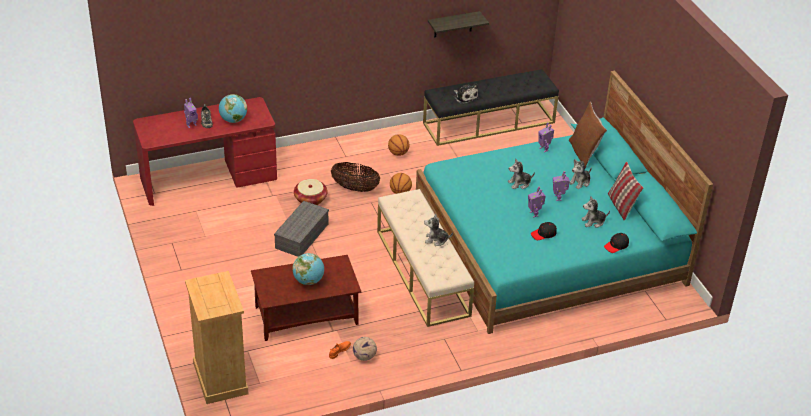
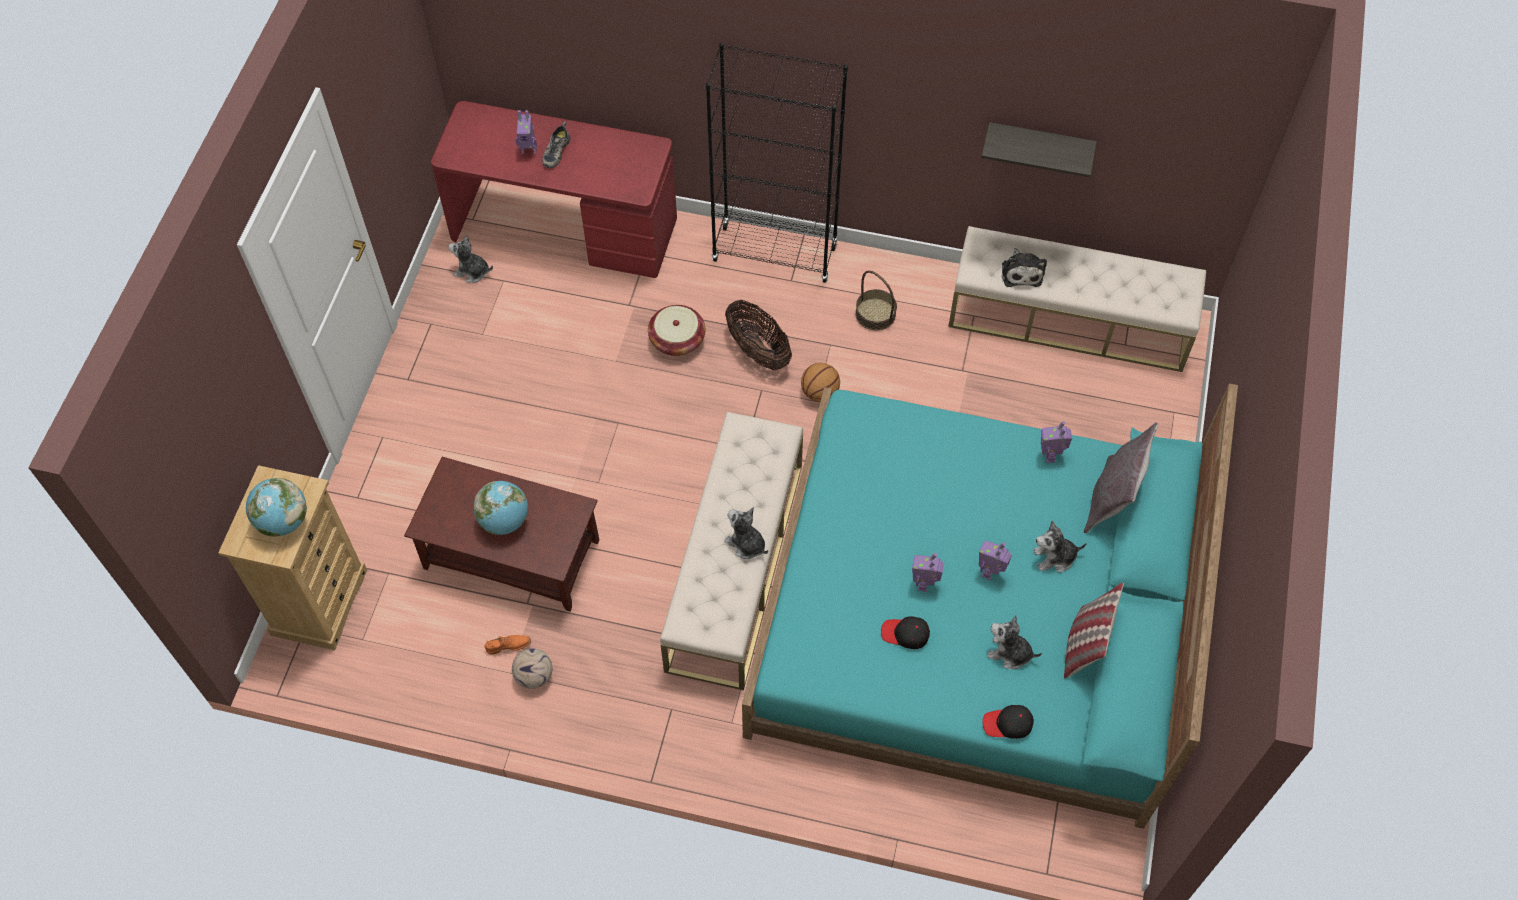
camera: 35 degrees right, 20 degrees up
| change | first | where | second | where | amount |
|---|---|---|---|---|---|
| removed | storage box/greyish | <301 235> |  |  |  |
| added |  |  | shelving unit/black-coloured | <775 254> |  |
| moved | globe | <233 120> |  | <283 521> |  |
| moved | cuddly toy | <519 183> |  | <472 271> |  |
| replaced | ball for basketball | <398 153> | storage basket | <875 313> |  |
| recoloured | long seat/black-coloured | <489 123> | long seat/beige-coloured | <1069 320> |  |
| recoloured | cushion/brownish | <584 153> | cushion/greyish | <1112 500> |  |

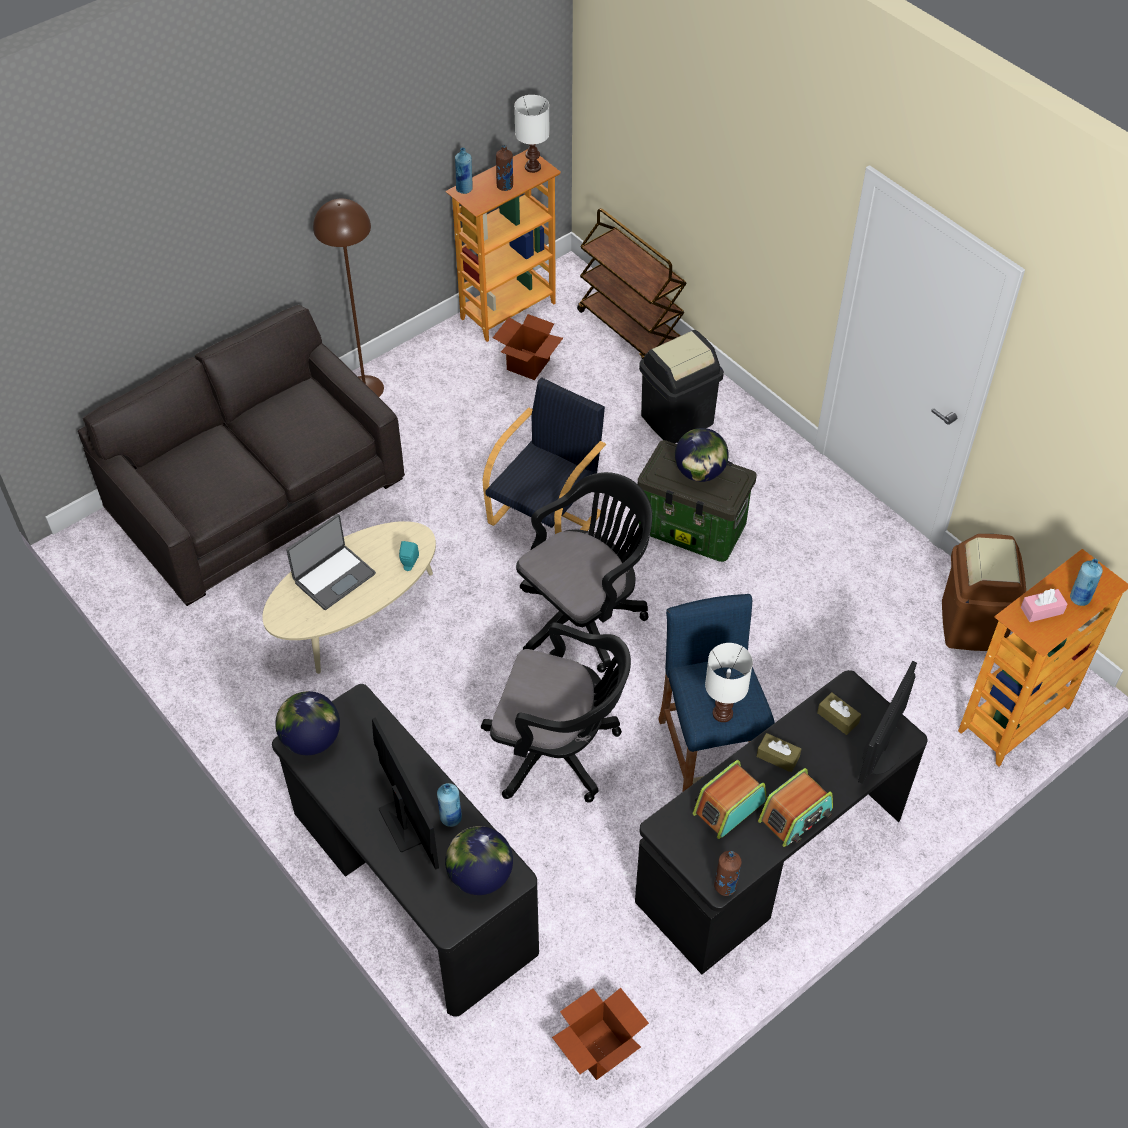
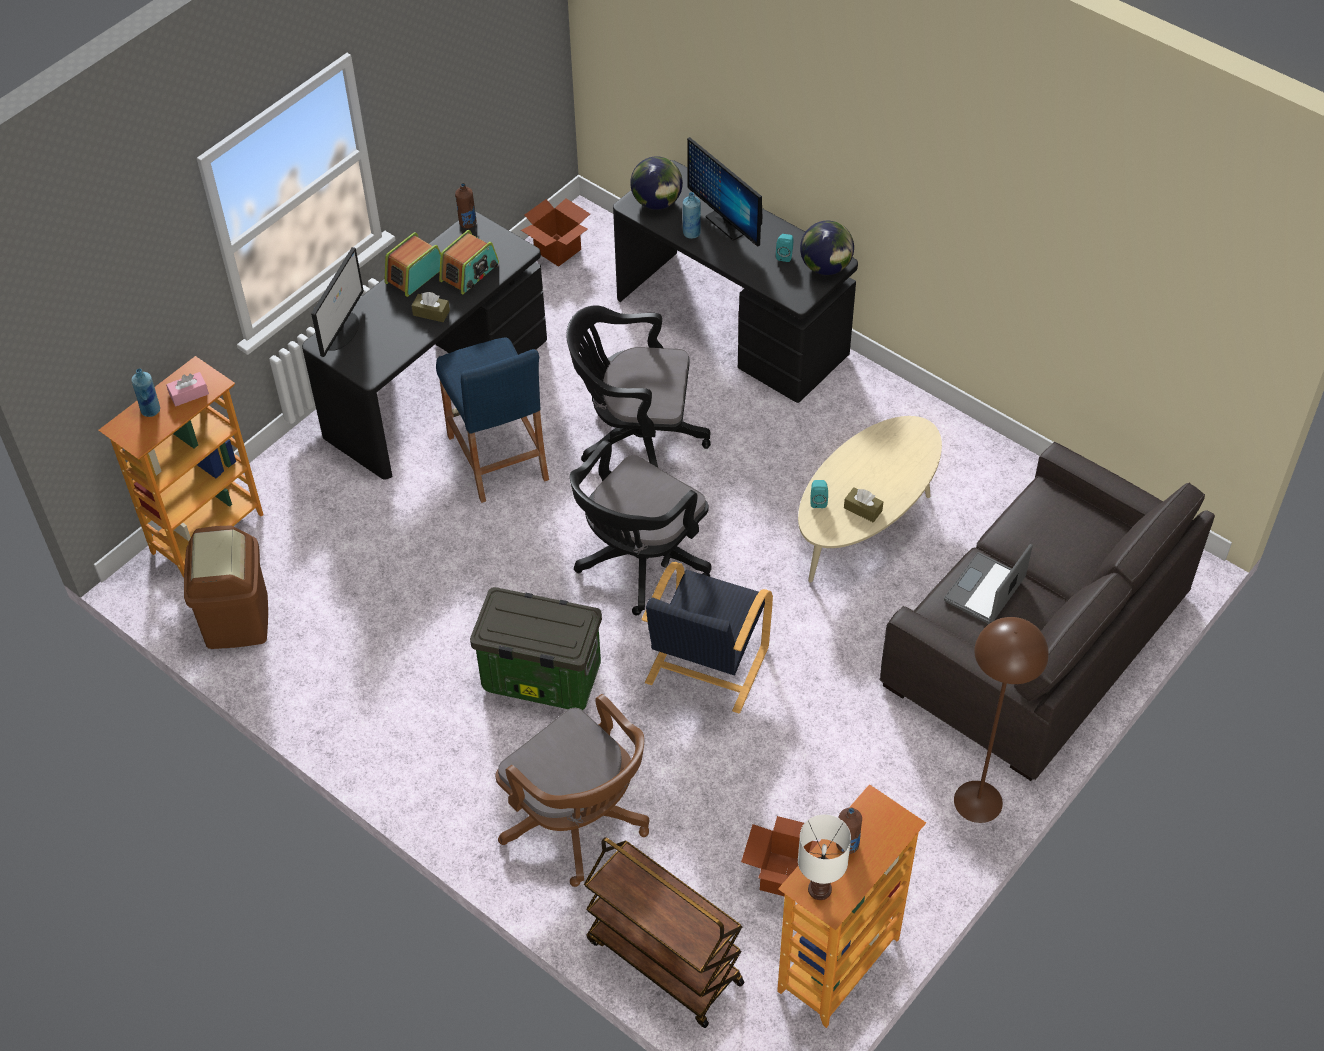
camera: 170 degrees right, 0 degrees up
| change | first | where | second | where | amount |
|---|---|---|---|---|---|
| removed | bottle/blue-coloured | <464 189> |  |  |  |
| removed | globe | <699 472> |  |  |  |
| removed | tabletop lamp/white | <723 714> |  |  |  |
| added |  |  | loudspeaker/blue-green | <785 255> |  |
| moved | laptop | <333 577> |  | <986 590> |  |
| moved | box of tissues/brownish | <837 718> |  | <863 509> |  |
| replaced | trash can/black-coloured | <676 419> | computer chair/brownish | <579 824> |  |

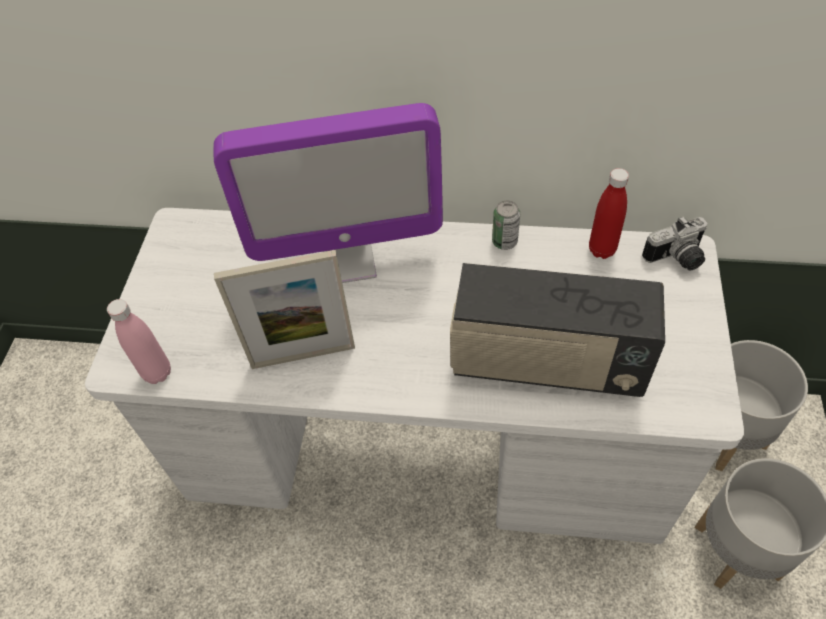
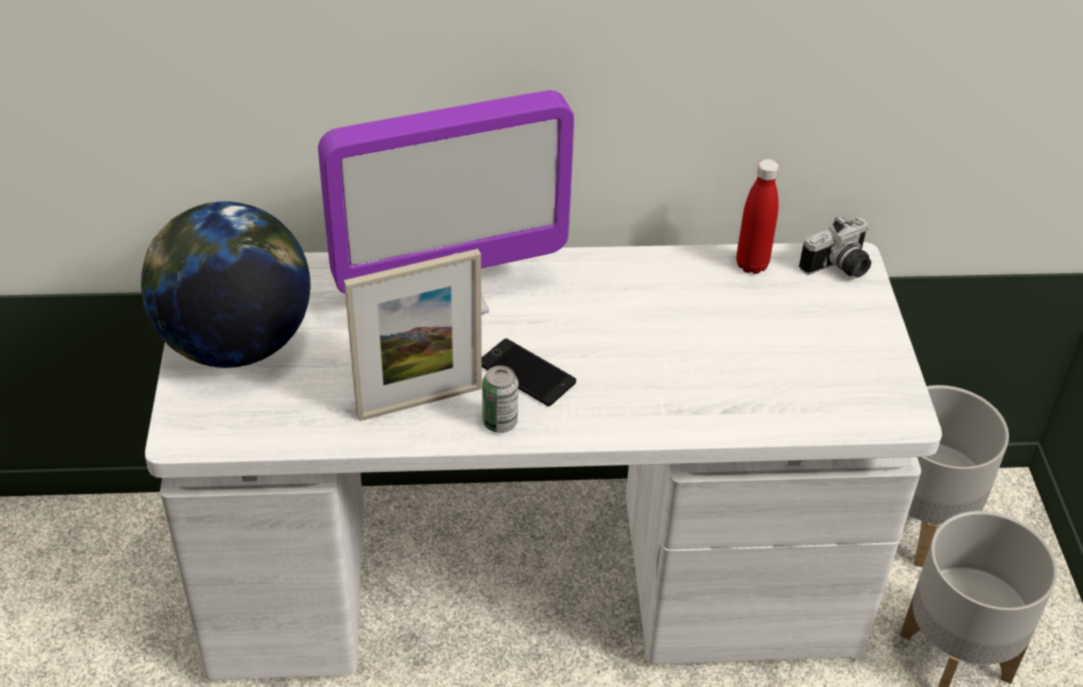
camera: 15 degrees left, 10 degrees down
| change | first | where | second | where | amount |
|---|---|---|---|---|---|
| removed | bottle/pinkish | <157 373> |  |  |  |
| removed | radio set | <546 364> |  |  |  |
| added |  |  | globe | <236 345> |  |
| added |  |  | handset | <526 373> |  |
| moved | metal can | <504 242> |  | <500 422> |  |

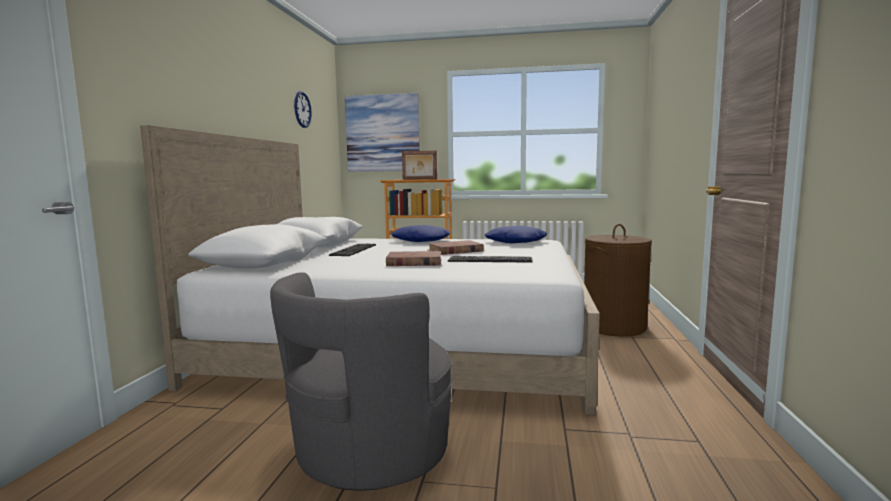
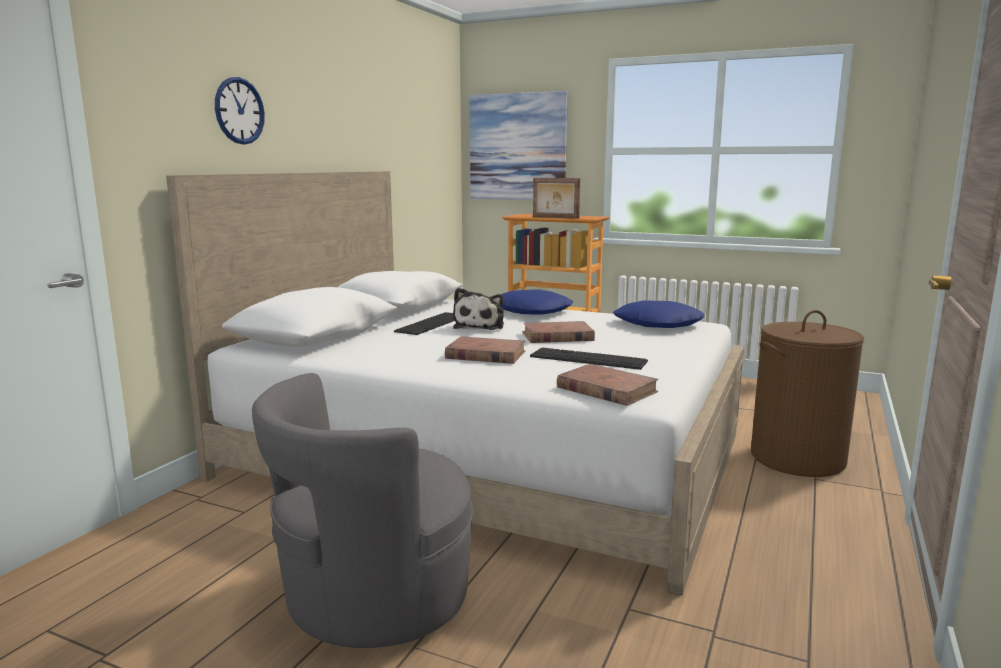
camera: 15 degrees right, 5 degrees up
| change | first | where | second | where | amount |
|---|---|---|---|---|---|
| added |  |  | cuddly toy | <480 326> |  |
| added |  |  | volume/brownish | <606 389> |  |
| moved | clock on the wall | <302 109> |  | <239 111> |  |

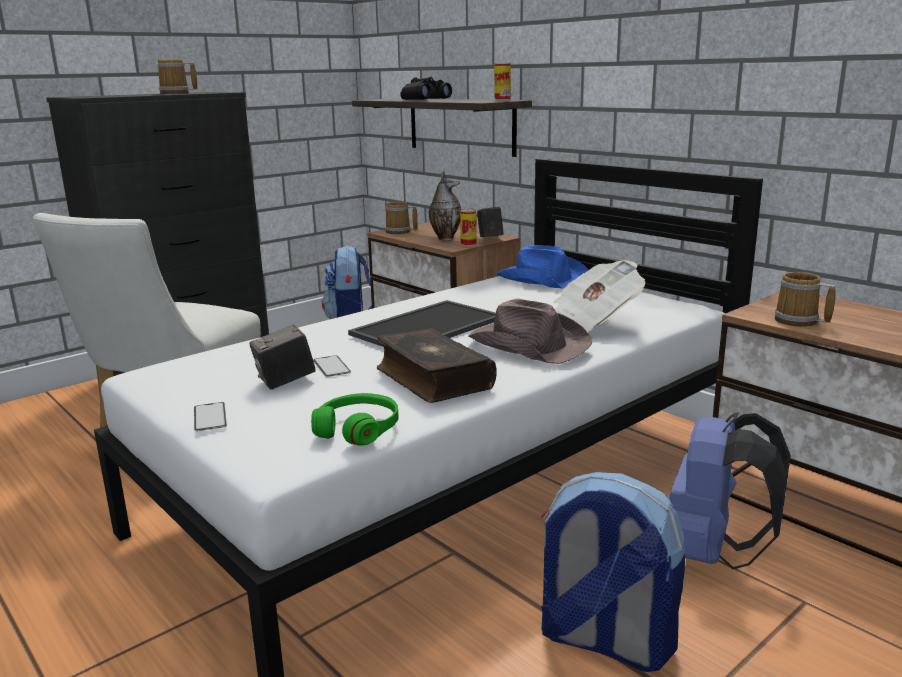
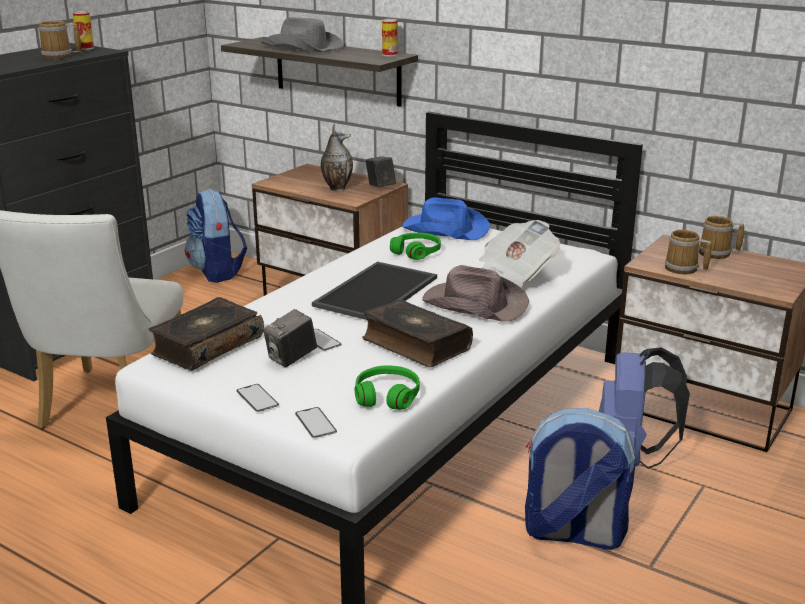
camera: 15 degrees left, 5 degrees up
| change | first | where | second | where | amount |
|---|---|---|---|---|---|
| added |  |  | volume | <206 346> |  |
| added |  |  | handset | <315 423> |  |
| added |  |  | pair of headphones/greenish | <416 252> |  |
| moved | tea mug | <399 232> |  | <717 254> |  |
| moved | metal can | <468 244> |  | <85 48> |  |
| replaced | pair of binoculars/black-coloured | <424 99> | clothing hat/greyish | <303 48> |  |

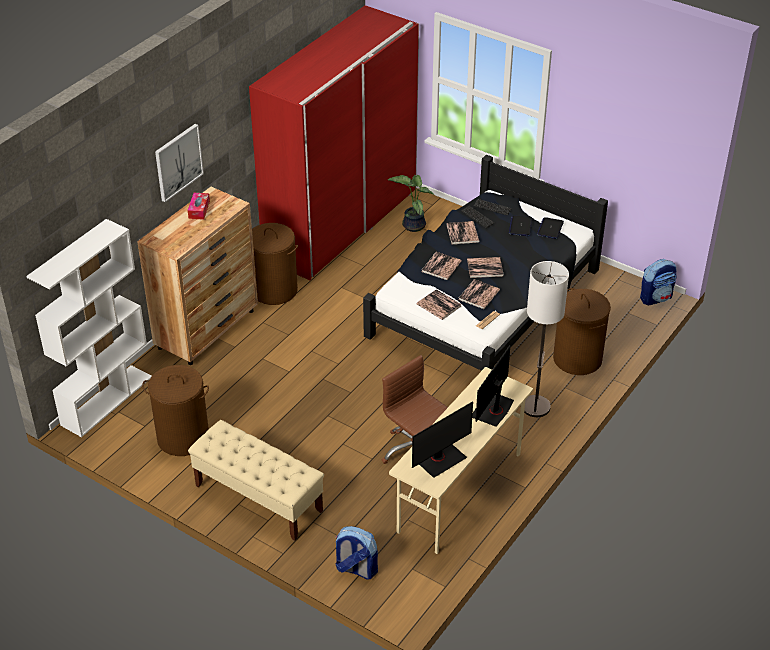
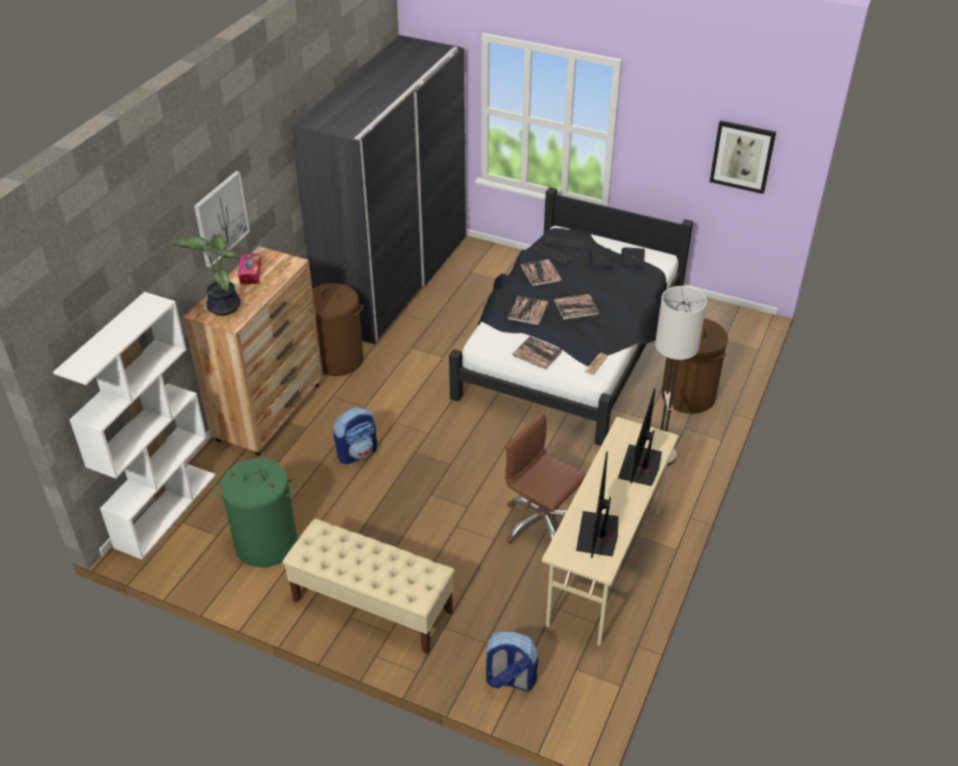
camera: 10 degrees left, 0 degrees up
| change | first | where | second | where | amount |
|---|---|---|---|---|---|
| removed | volume | <479 295> |  |  |  |
| added |  |  | picture | <742 156> |  |
| moved | houseplant | <412 225> |  | <222 306> |  |
| moved | knapsack | <656 298> |  | <357 452> |  |
| recoloured | washing basket/brownish | <183 438> | washing basket/greenish | <266 544> |  |
| recoloured | clothes cupboard/red-coloured | <341 223> | clothes cupboard/greyish | <394 280> |  |
| turned | computer screen | <440 459> |  | <598 534> | 150 degrees clockwise |

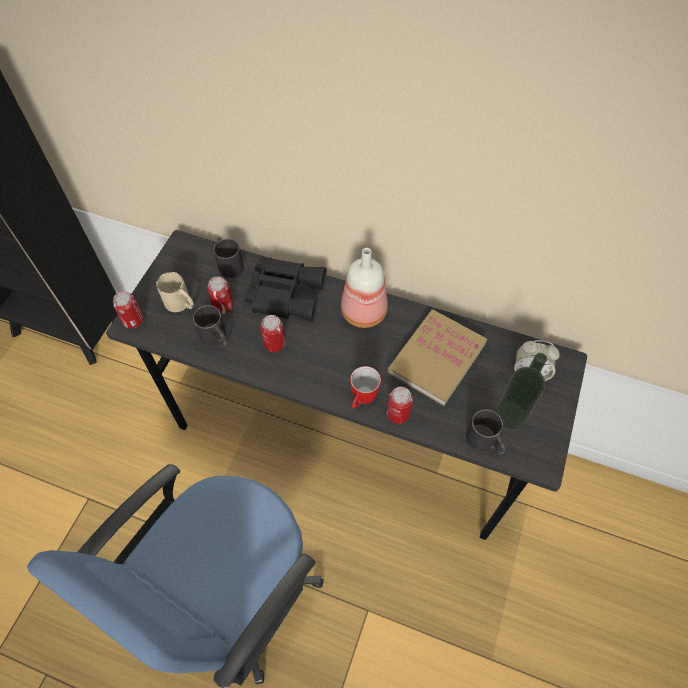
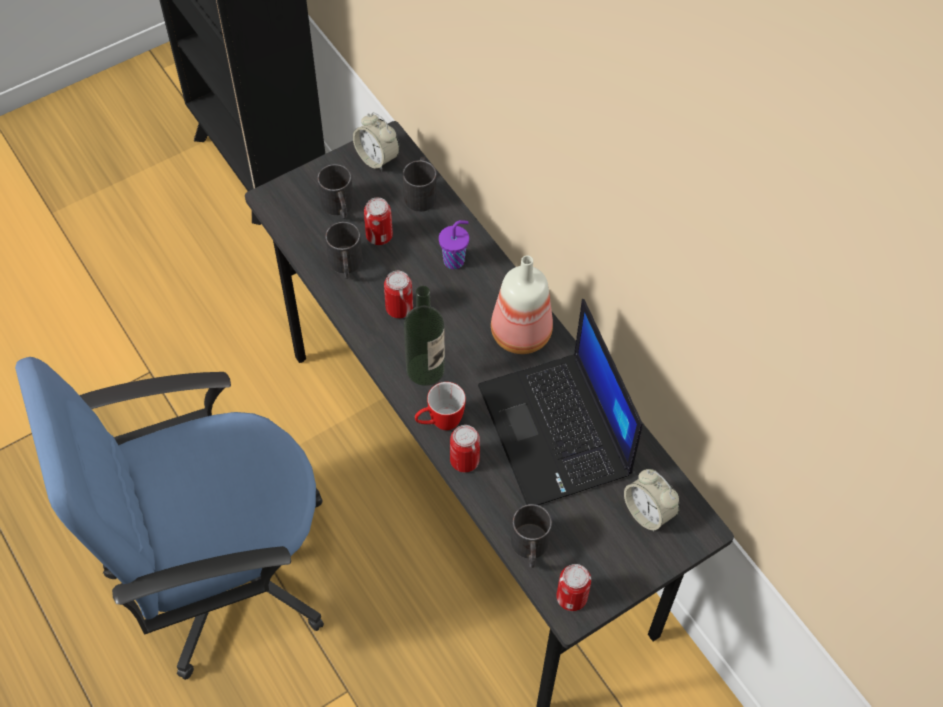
camera: 35 degrees right, 0 degrees up
| change | first | where | second | where | amount |
|---|---|---|---|---|---|
| added |  |  | alarm clock | <377 158> |  |
| moved | metal can | <133 320> |  | <571 597> |  |
| moved | bottle | <510 414> |  | <425 369> |  |
| replaced | pair of binoculars/black-coloured | <285 292> | drinking cup/purplish | <455 260> |  |
| replaced | volume | <437 358> | laptop | <557 431> |  |
| recoloured | tea mug/beige-coloured | <181 304> | tea mug/black-coloured | <339 207> |  |

